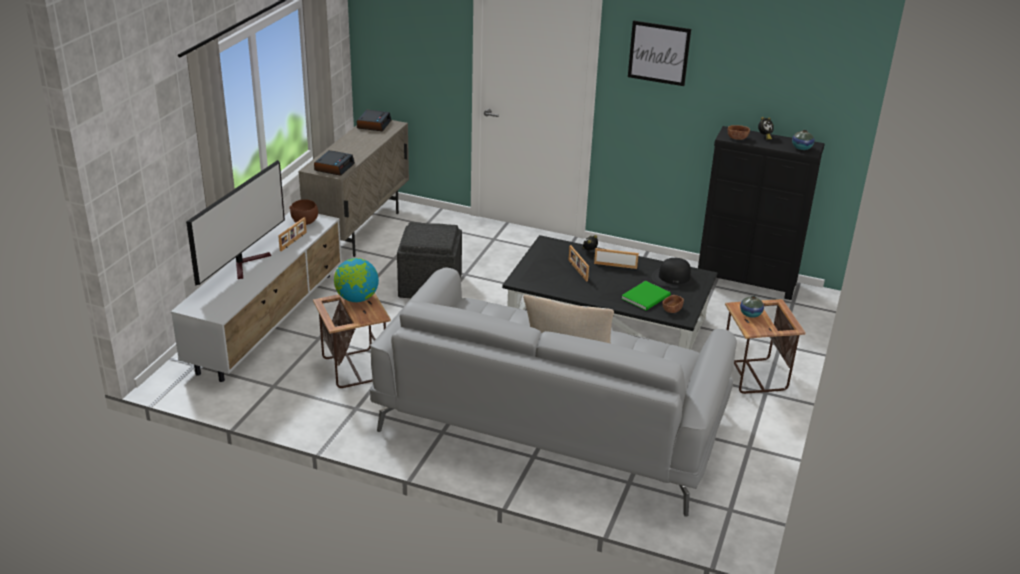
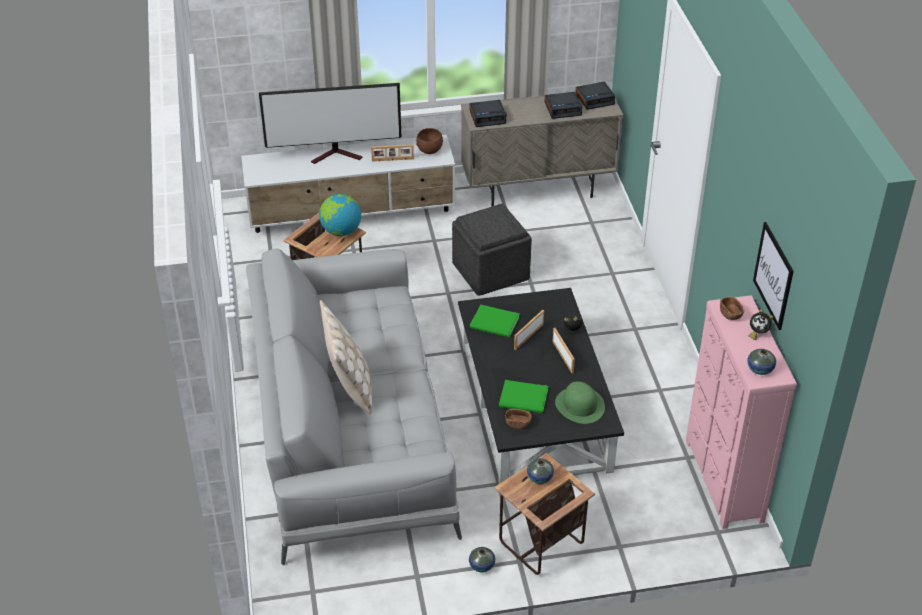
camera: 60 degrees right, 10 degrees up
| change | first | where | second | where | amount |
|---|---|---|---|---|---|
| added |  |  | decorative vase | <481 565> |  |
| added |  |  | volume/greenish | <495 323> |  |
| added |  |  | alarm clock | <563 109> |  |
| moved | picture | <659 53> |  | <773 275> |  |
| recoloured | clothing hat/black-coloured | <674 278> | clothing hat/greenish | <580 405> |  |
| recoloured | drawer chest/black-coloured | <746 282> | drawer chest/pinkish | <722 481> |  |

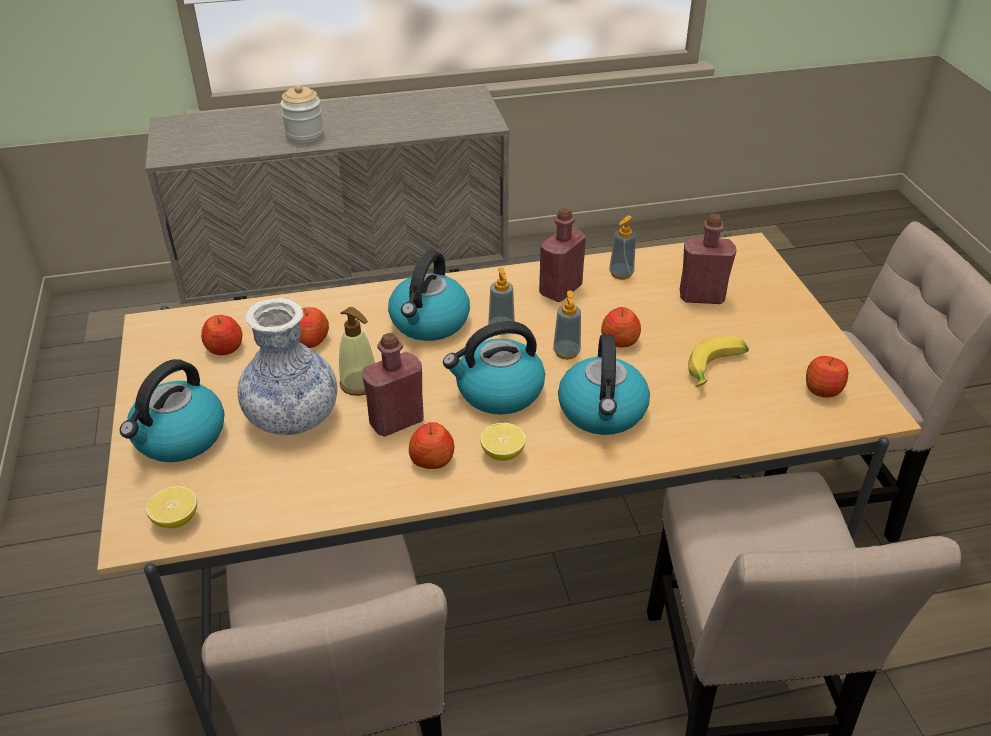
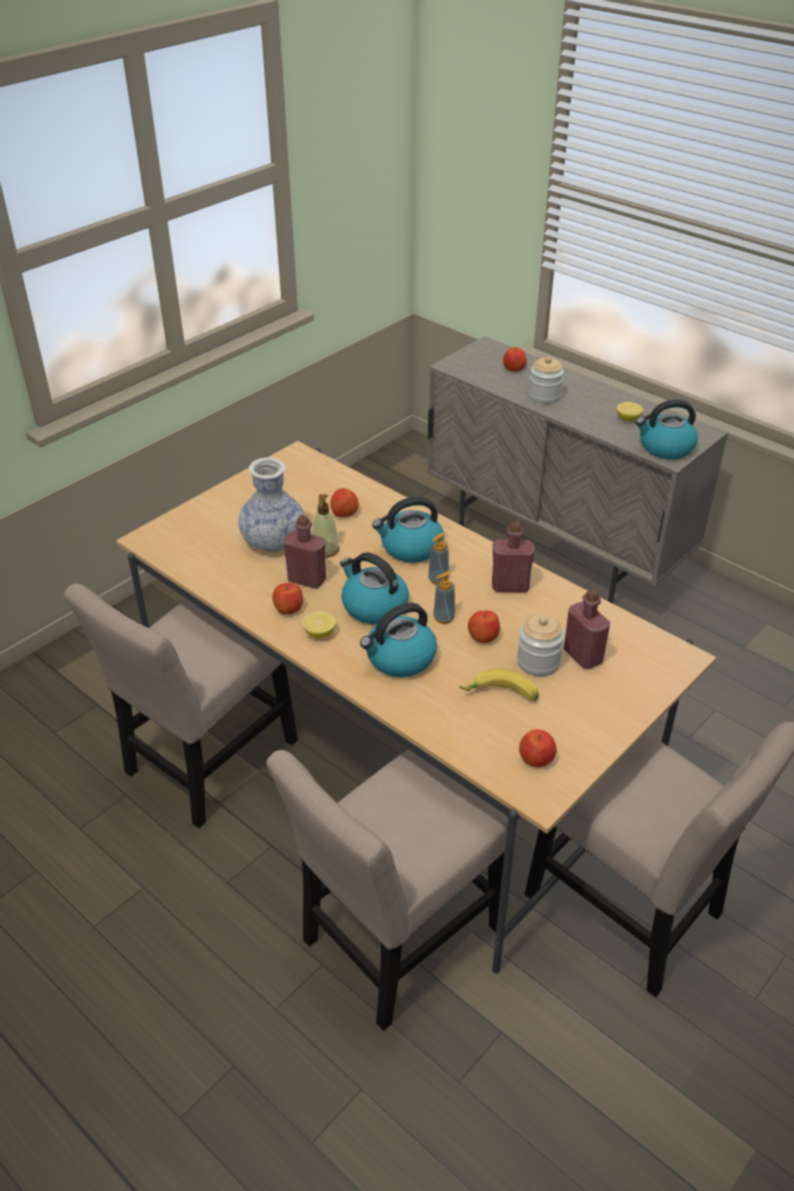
camera: 55 degrees right, 0 degrees up
| change | first | where | second | where | amount |
|---|---|---|---|---|---|
| removed | liquid soap bottle | <621 274> |  |  |  |
| added |  |  | storage jar | <538 662> |  |
| moved | water kettle | <179 438> |  | <665 448> |  |
| moved | whole lemon | <176 519> |  | <628 419> |  |
| moved | whole apple | <225 348> |  | <514 369> |  |

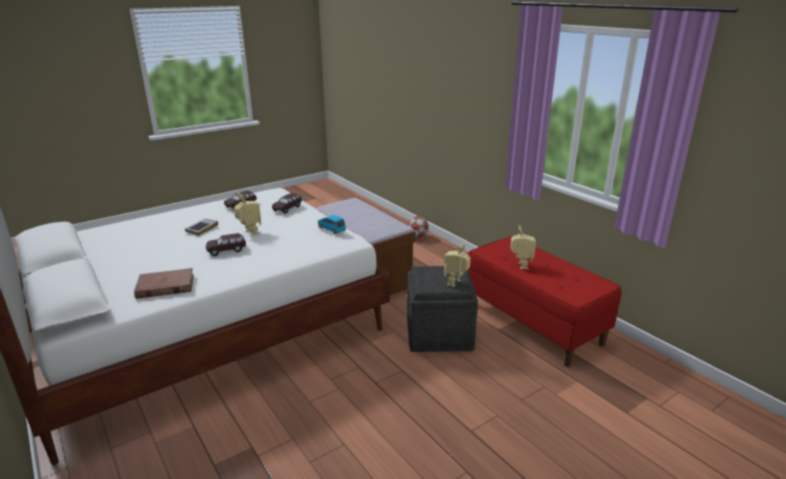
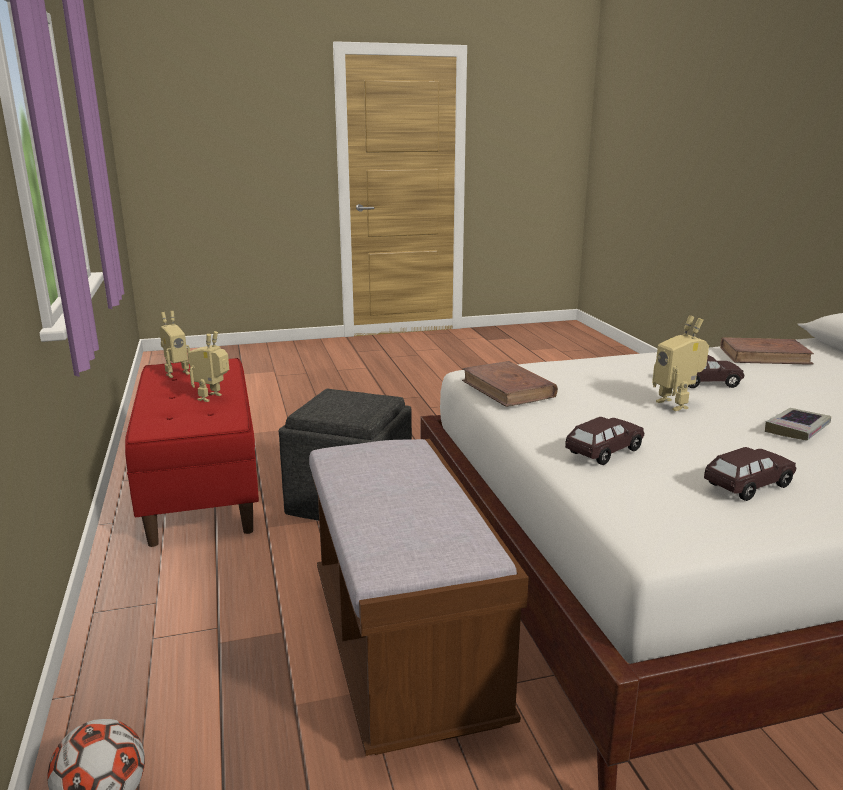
camera: 160 degrees left, 5 degrees down
| change | first | where | second | where | amount |
|---|---|---|---|---|---|
| moved | model robot | <456 283> |  | <176 373> |  |
| replaced | model car/blue-coloured | <331 229> | volume/brownish | <508 389> |  |

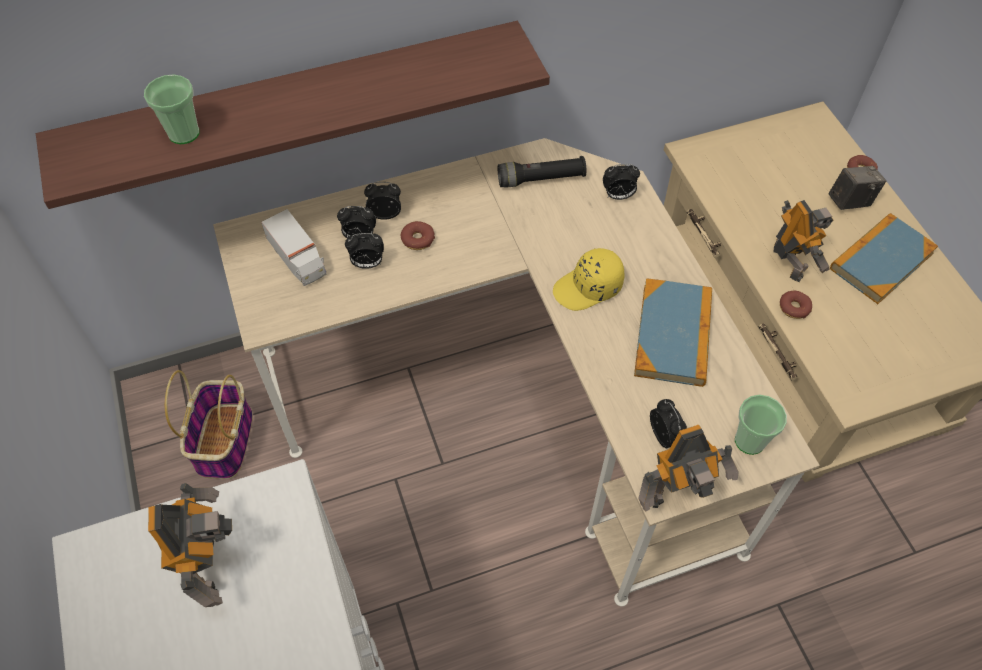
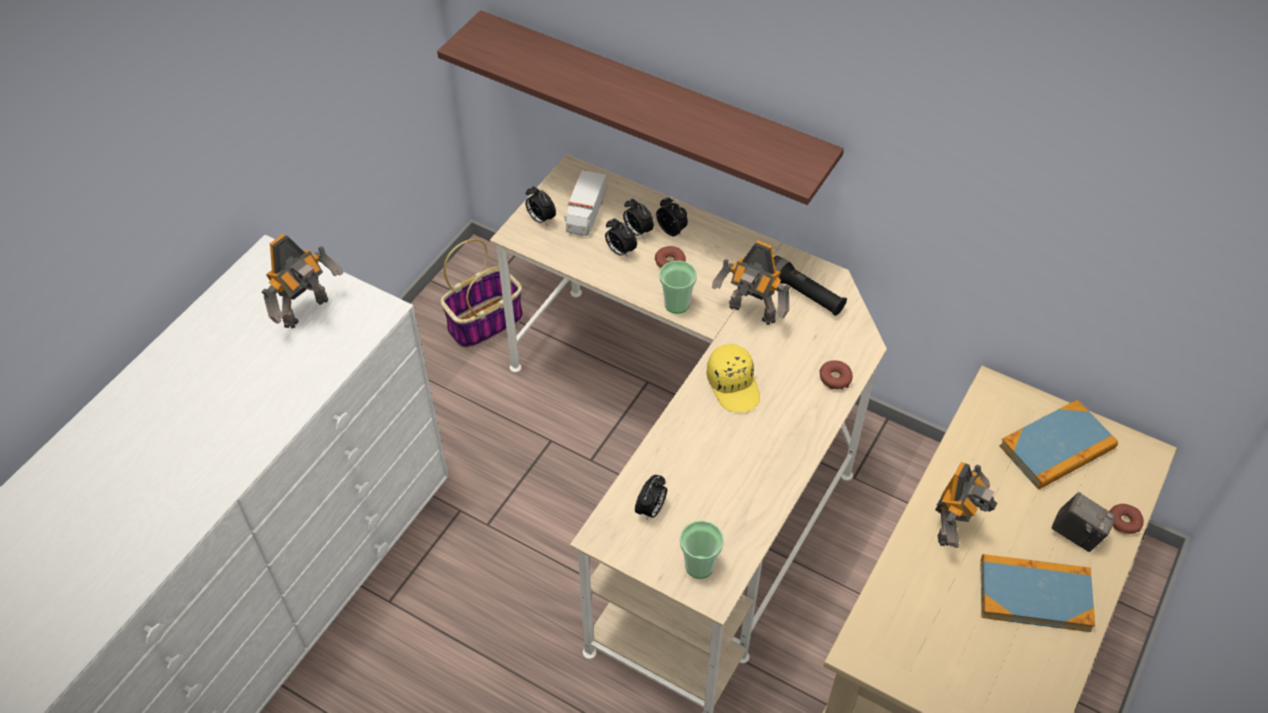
camera: 50 degrees right, 5 degrees down
| change | first | where | second | where | amount |
|---|---|---|---|---|---|
| moved | drinking cup | <184 133> |  | <676 304> |  |
| moved | alarm clock | <618 196> |  | <540 219> |  |
| moved | volume | <673 335> |  | <1057 447> |  |
| moved | model robot | <678 495> |  | <751 314> |  |
| moved | ring doughnut | <793 308> |  | <835 378> |  |
| turned | baseball cap/yellowish | <588 288> |  | <734 385> | 135 degrees counterclockwise |

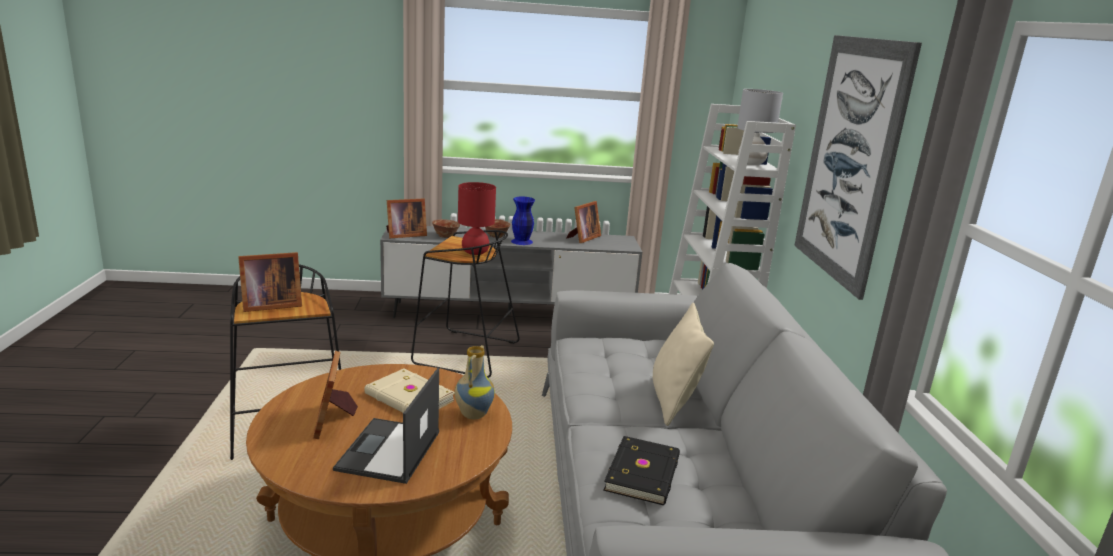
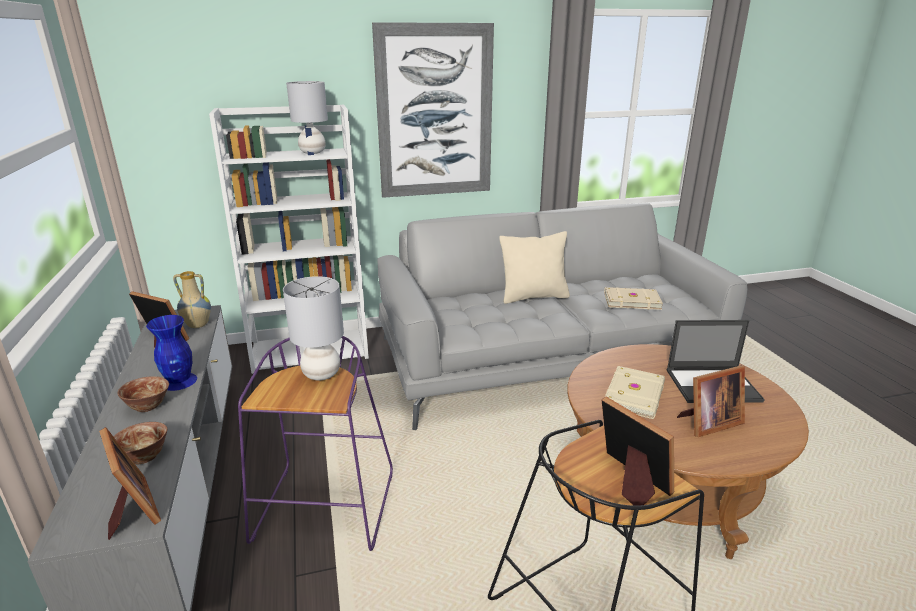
camera: 100 degrees left, 5 degrees up
| change | first | where | second | where | amount |
|---|---|---|---|---|---|
| moved | decorative vase | <472 414> |  | <197 325> |  |
| recoloured | stool seat/black-coloured | <464 354> | stool seat/purplish | <326 509> |  |
| recoloured | tabletop lamp/red-coloured | <475 252> | tabletop lamp/greyish | <321 374> |  |
| recoloured | volume/black-coloured | <644 473> | volume/beige-coloured | <631 300> |  |

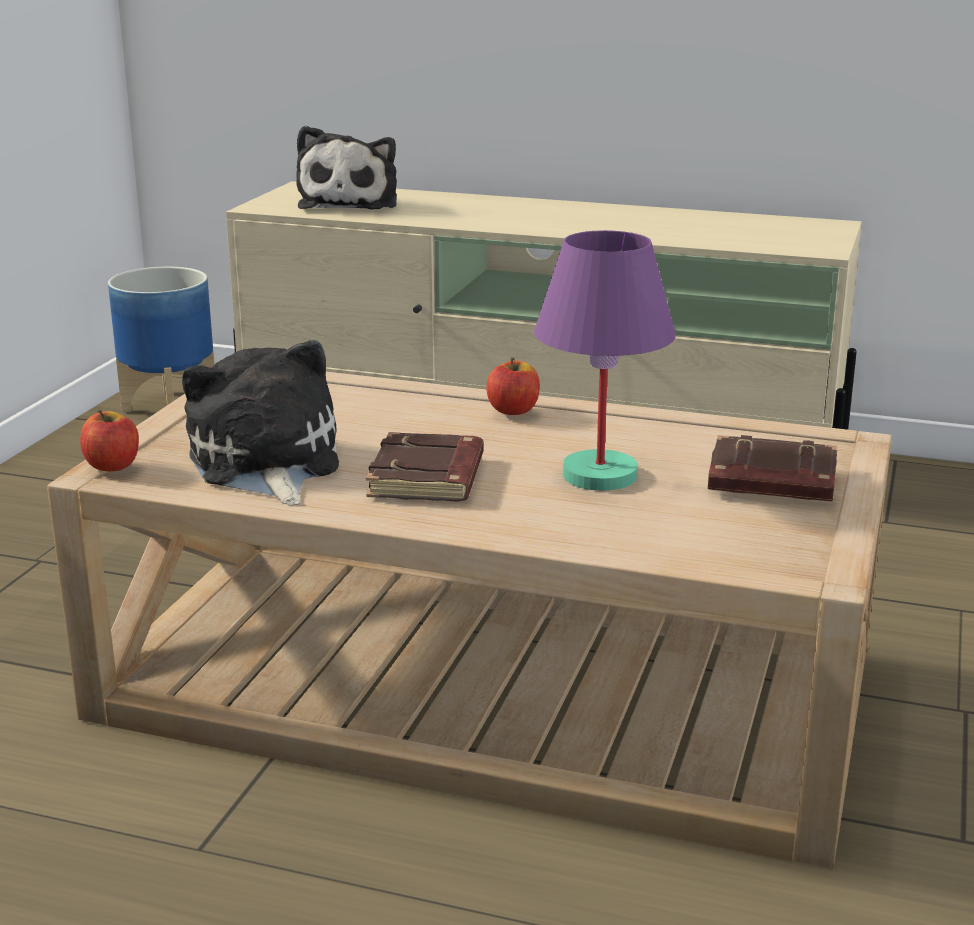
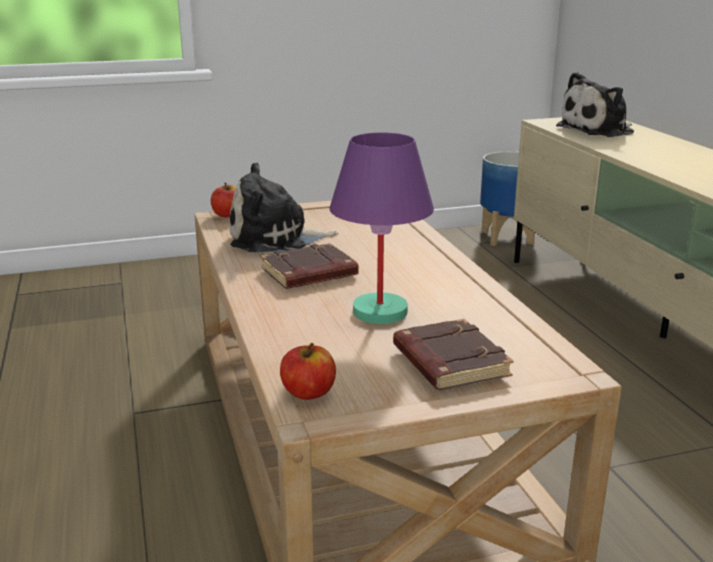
camera: 55 degrees right, 0 degrees up
| change | first | where | second | where | amount |
|---|---|---|---|---|---|
| moved | whole apple | <513 410> |  | <308 392> |  |
| turned | cuddly toy | <266 464> |  | <275 239> | 135 degrees counterclockwise |

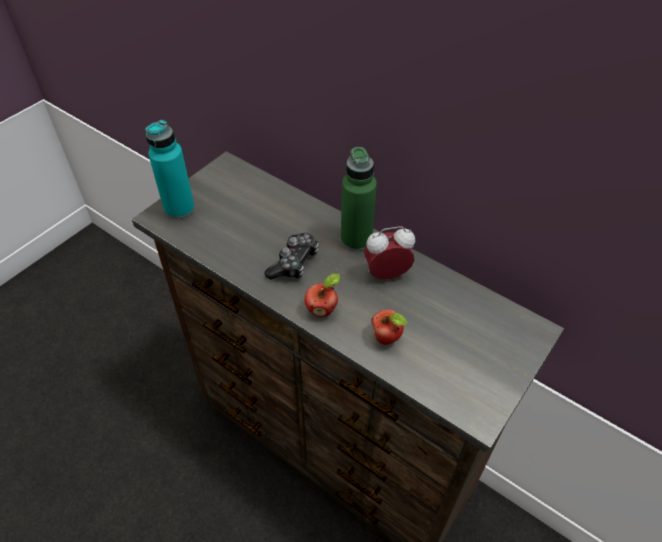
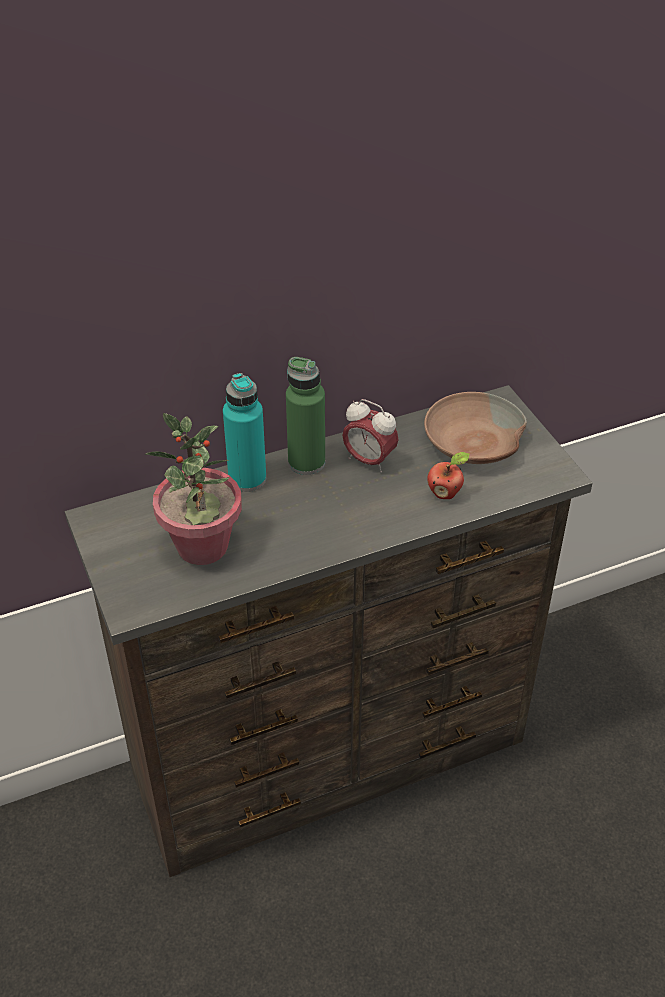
camera: 60 degrees left, 5 degrees down
| change | first | where | second | where | amount |
|---|---|---|---|---|---|
| removed | game controller | <294 263> |  |  |  |
| removed | whole apple | <322 310> |  |  |  |
| added |  |  | houseplant | <202 547> |  |
| added |  |  | deep dish/brownish | <472 444> |  |
| moved | bottle/blue-green | <179 209> |  | <247 479> |  |
| turned | alarm clock | <386 274> |  | <369 461> | 75 degrees counterclockwise |

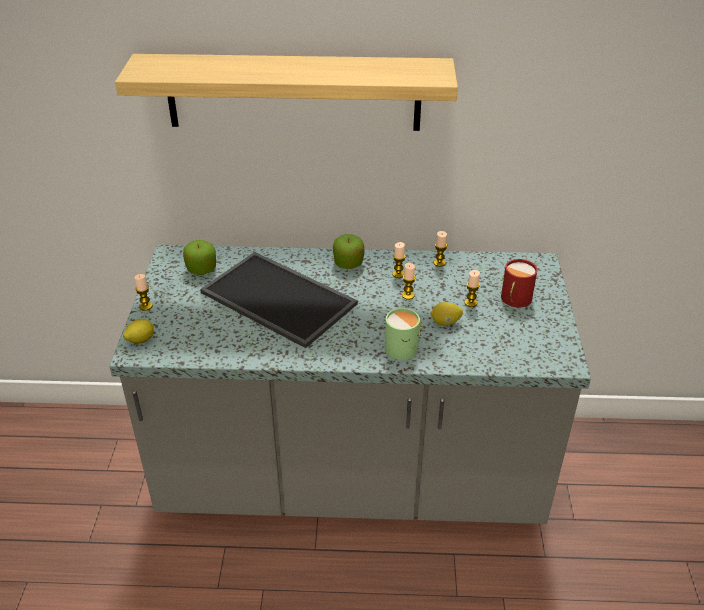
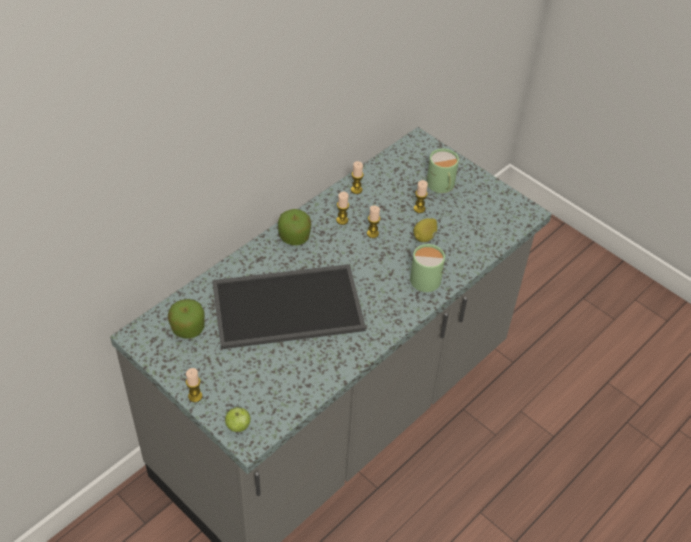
camera: 50 degrees left, 10 degrees up
| change | first | where | second | where | amount |
|---|---|---|---|---|---|
| removed | shelf | <293 92> |  |  |  |
| replaced | whole lemon | <140 340> | whole apple | <238 426> |  |
| recoloured | tea mug/red-coloured | <514 299> | tea mug/greenish | <441 185> |  |

